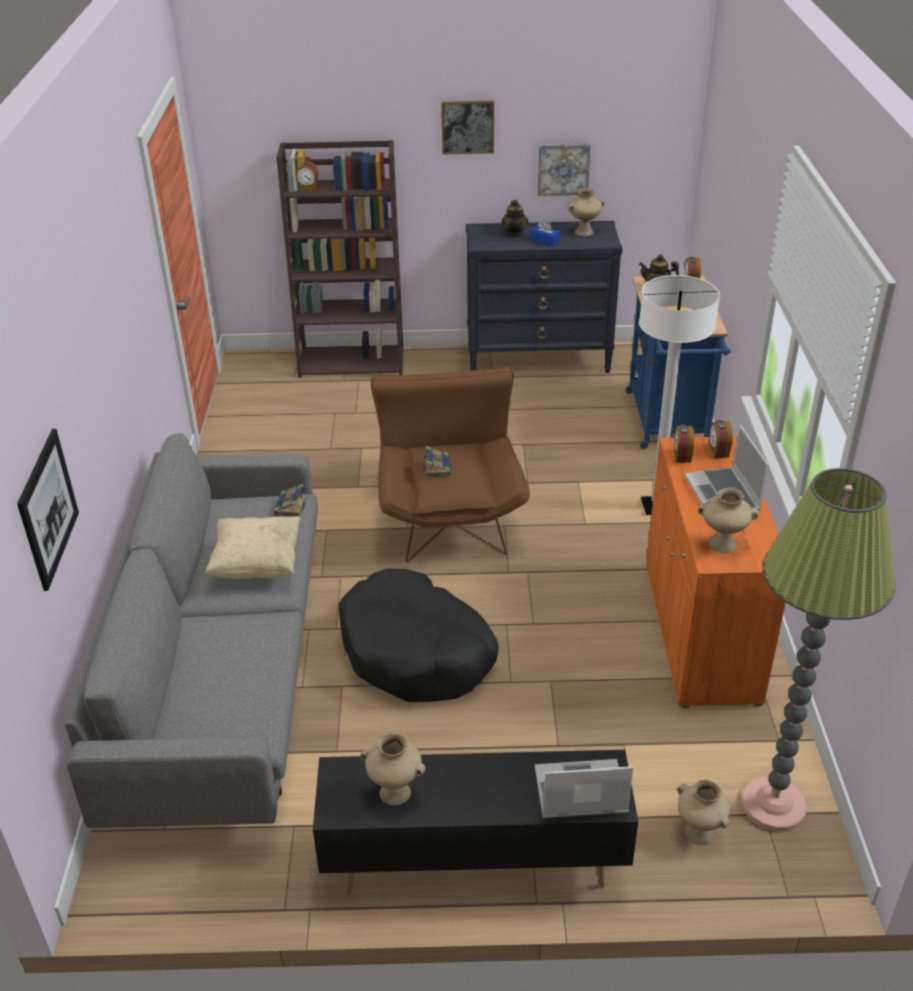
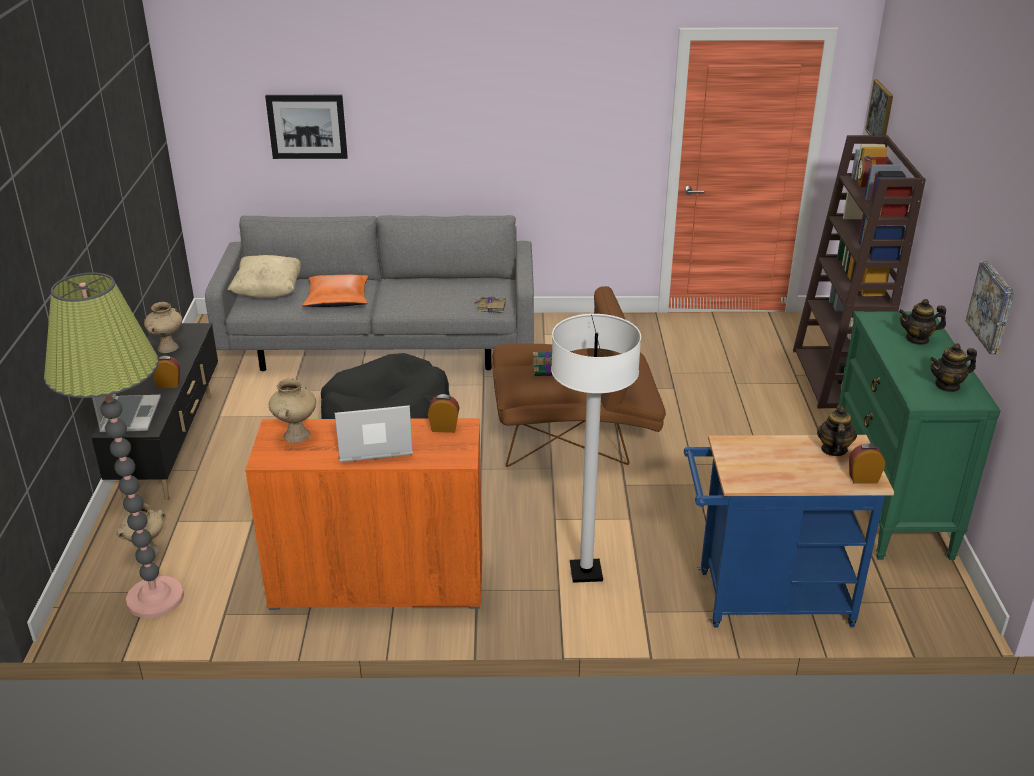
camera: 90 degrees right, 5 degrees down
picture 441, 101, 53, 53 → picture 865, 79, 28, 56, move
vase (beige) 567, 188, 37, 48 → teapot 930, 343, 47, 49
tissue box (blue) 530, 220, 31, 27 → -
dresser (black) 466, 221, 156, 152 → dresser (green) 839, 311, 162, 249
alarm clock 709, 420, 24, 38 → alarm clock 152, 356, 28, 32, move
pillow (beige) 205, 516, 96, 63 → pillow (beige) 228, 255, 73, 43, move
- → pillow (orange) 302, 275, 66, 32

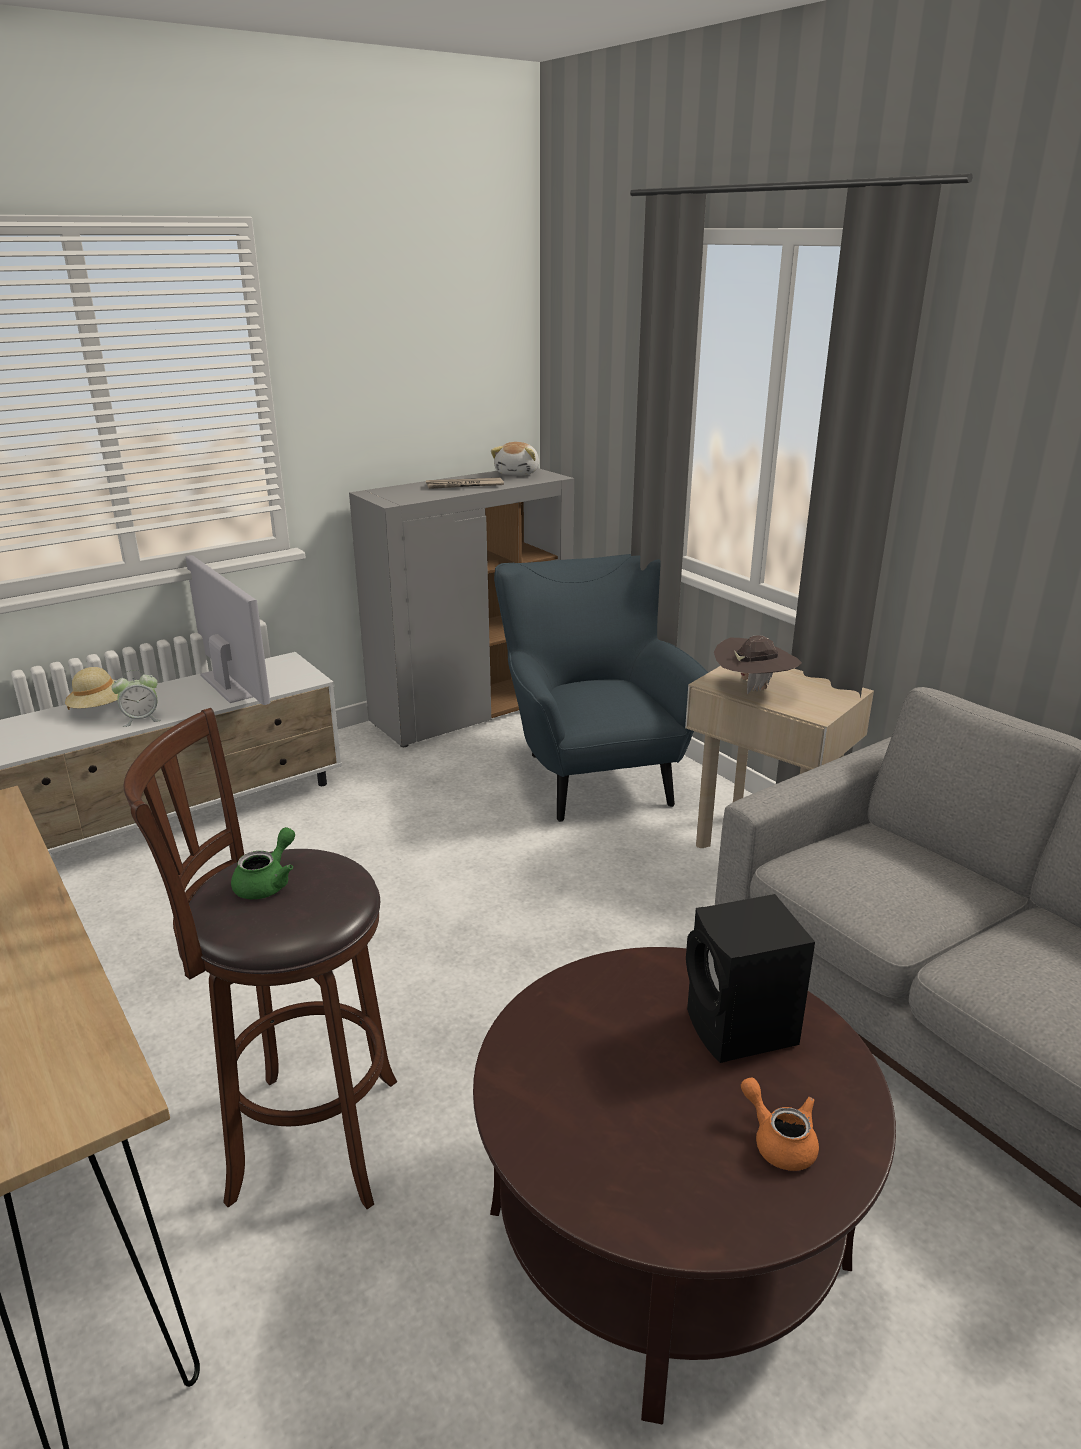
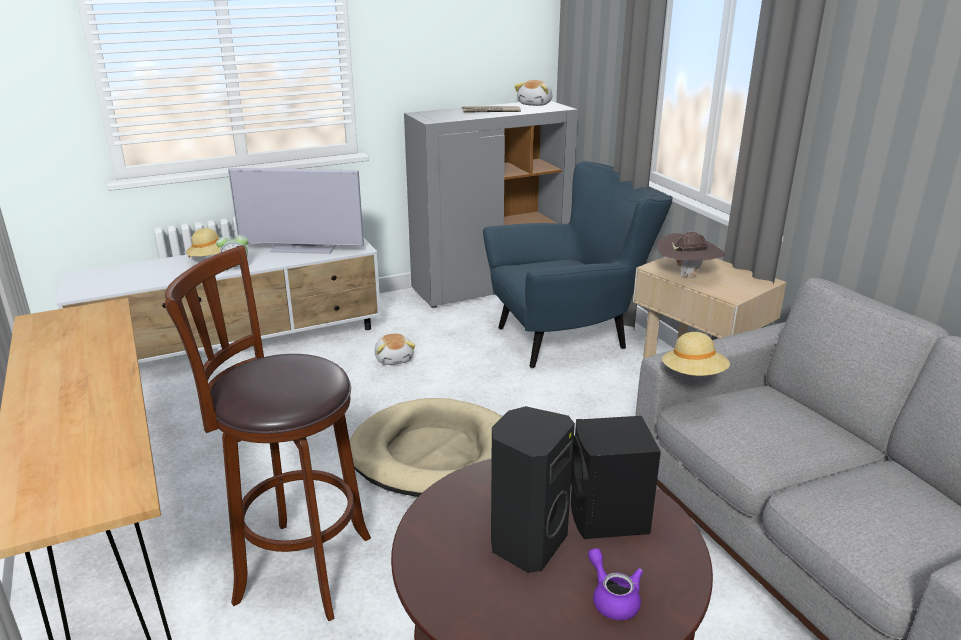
camera: 10 degrees right, 0 degrees up
armchair (blue) 494, 554, 214, 268 → armchair (blue) 483, 161, 190, 208, 75 degrees clockwise
television 186, 555, 84, 150 → television 228, 168, 136, 86, 120 degrees clockwise
teapot (green) 231, 827, 64, 72 → -
teapot (orange) 741, 1078, 78, 93 → teapot (purple) 588, 548, 55, 72
- → hat (beige) 662, 332, 68, 44
- → plush toy 374, 334, 42, 31
- → dog bed (beige) 349, 398, 154, 99
- → speaker (black) 491, 406, 84, 167

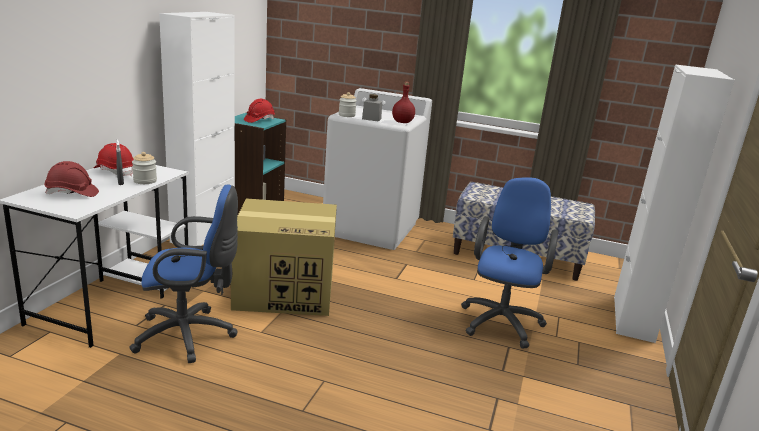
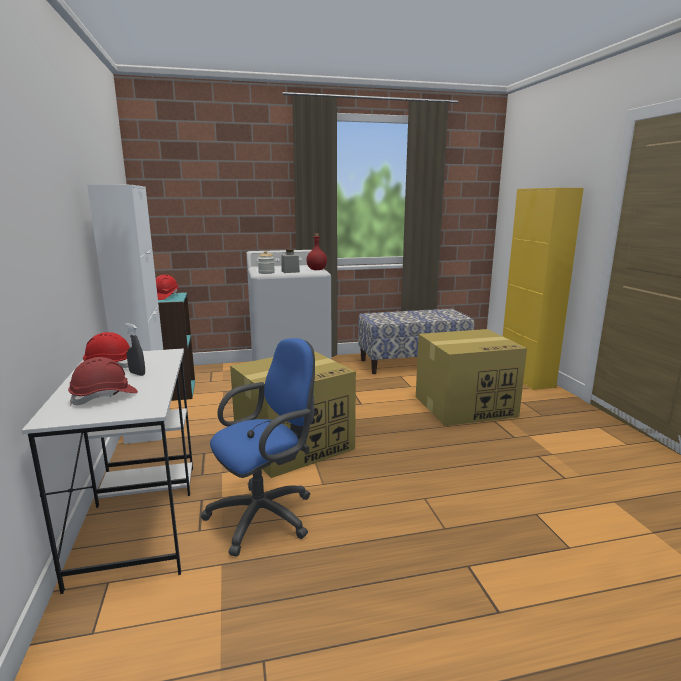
camera: 30 degrees left, 5 degrees down
cabinet (white) 614, 64, 121, 279 → cabinet (yellow) 503, 188, 81, 202
jar 132, 152, 25, 32 → -
office chair (blue) 461, 177, 97, 172 → cardboard box 416, 329, 111, 97

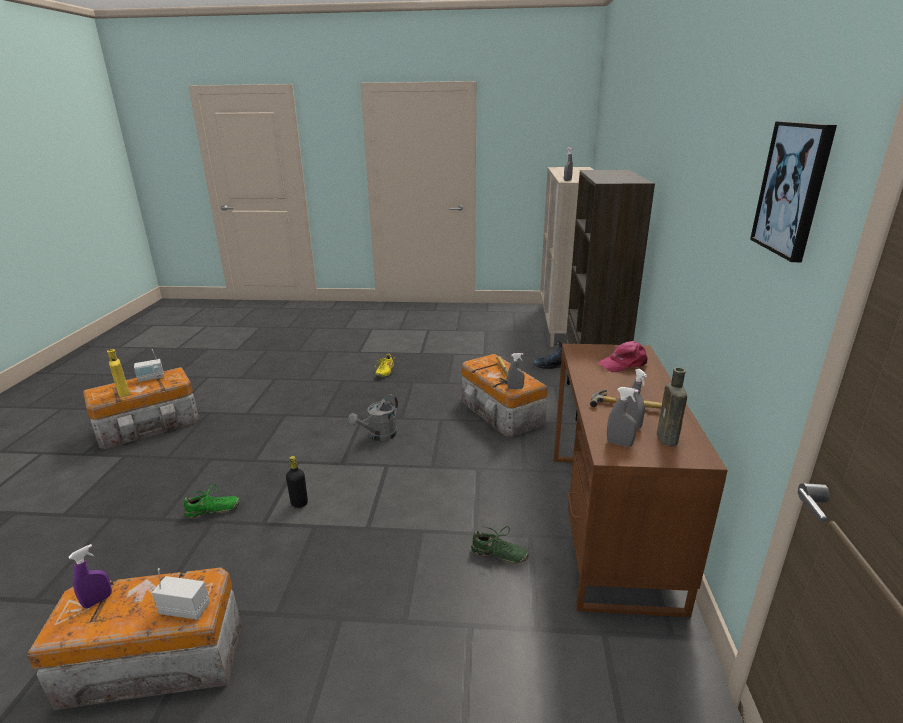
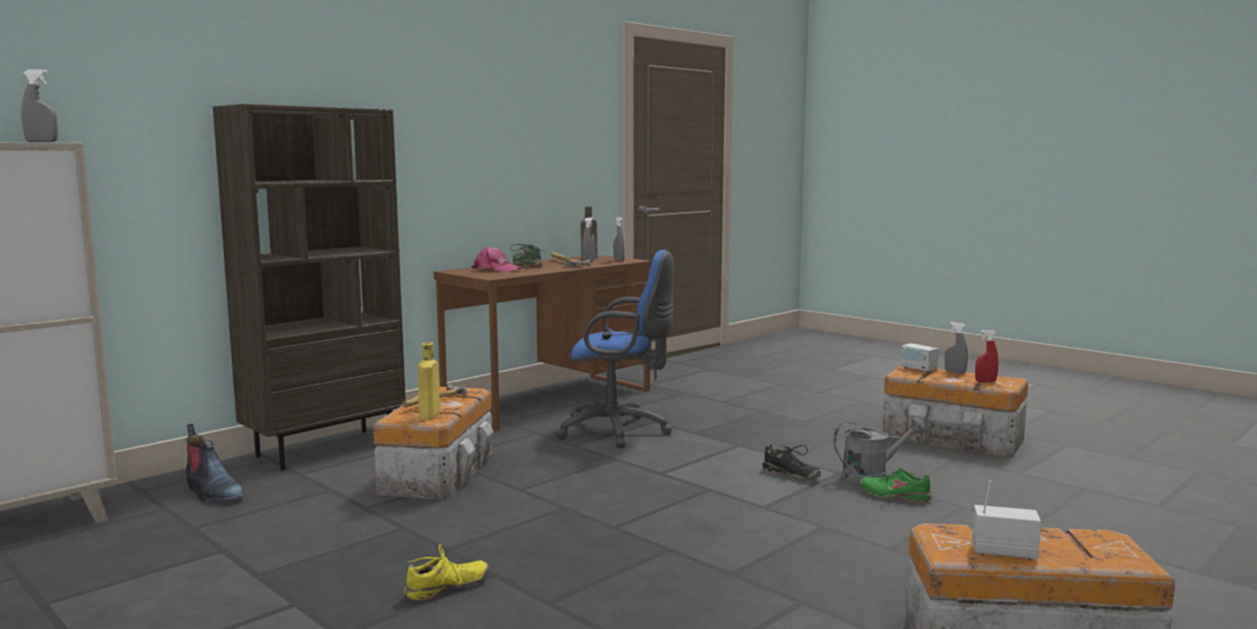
camera: 140 degrees left, 15 degrees down
picture 750, 121, 87, 141 → -
bottle (yellow) 107, 349, 23, 48 → bottle (yellow) 418, 342, 22, 78, move
spray bottle (grey) 507, 353, 18, 36 → spray bottle (grey) 945, 322, 23, 52, move
watering can (grey) 348, 395, 50, 46 → watering can (grey) 833, 417, 93, 67, move
bottle (black) 286, 456, 22, 52 → shoe (black) 763, 444, 58, 36
shoe (green) 471, 526, 58, 38 → shoe (green) 510, 244, 33, 23, move
spray bottle (purple) 69, 544, 43, 64 → spray bottle (red) 975, 330, 24, 52
- → office chair (blue) 555, 250, 119, 198

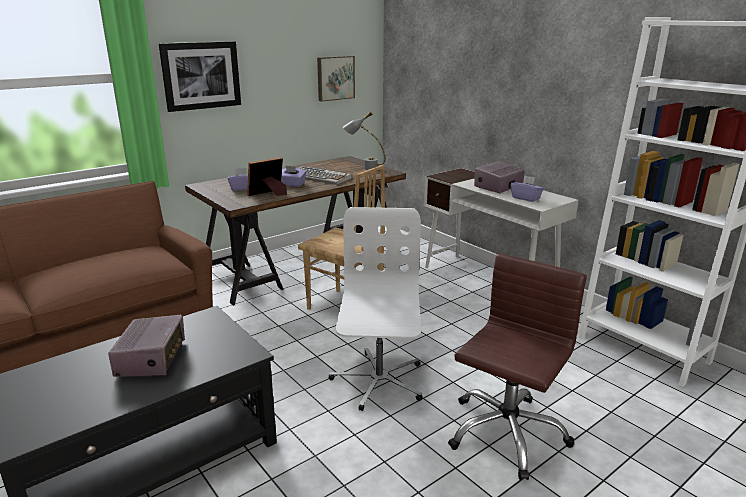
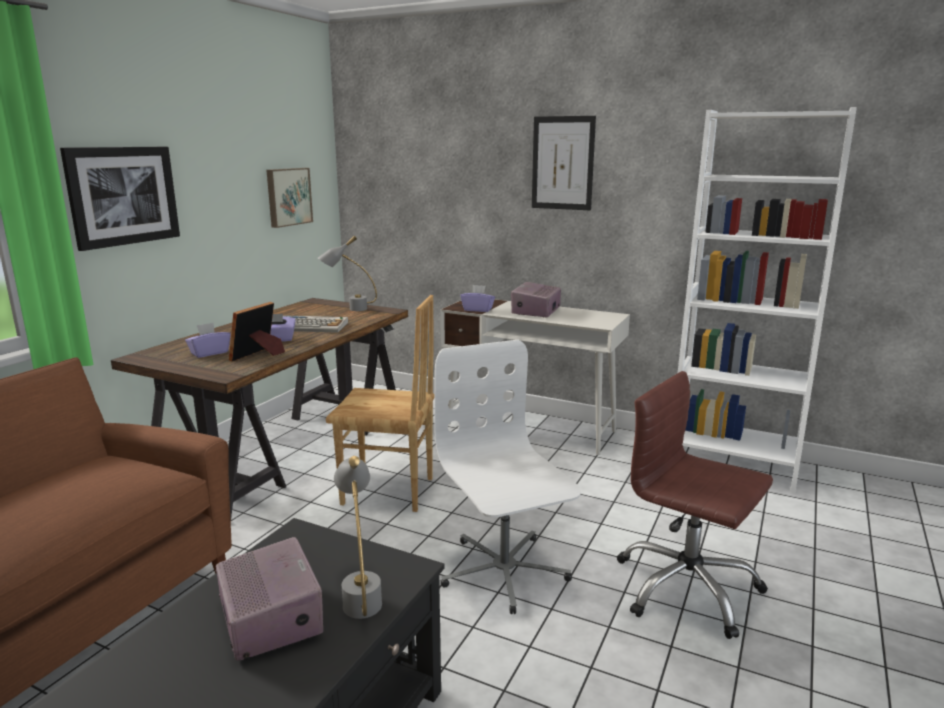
camera: 25 degrees left, 5 degrees down
tissue box (purple) 511, 175, 33, 27 → tissue box (purple) 461, 285, 34, 27, move
office chair (brown) 448, 253, 139, 227 → office chair (brown) 617, 371, 156, 268, 60 degrees counterclockwise
- → picture 532, 116, 64, 94
- → table lamp (grey) 334, 456, 48, 163

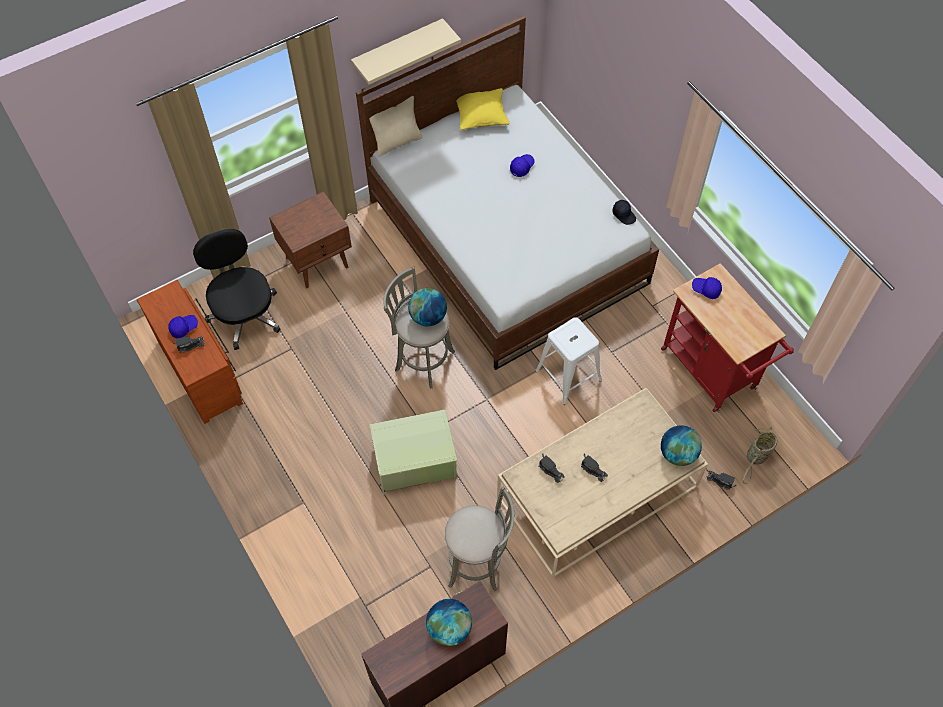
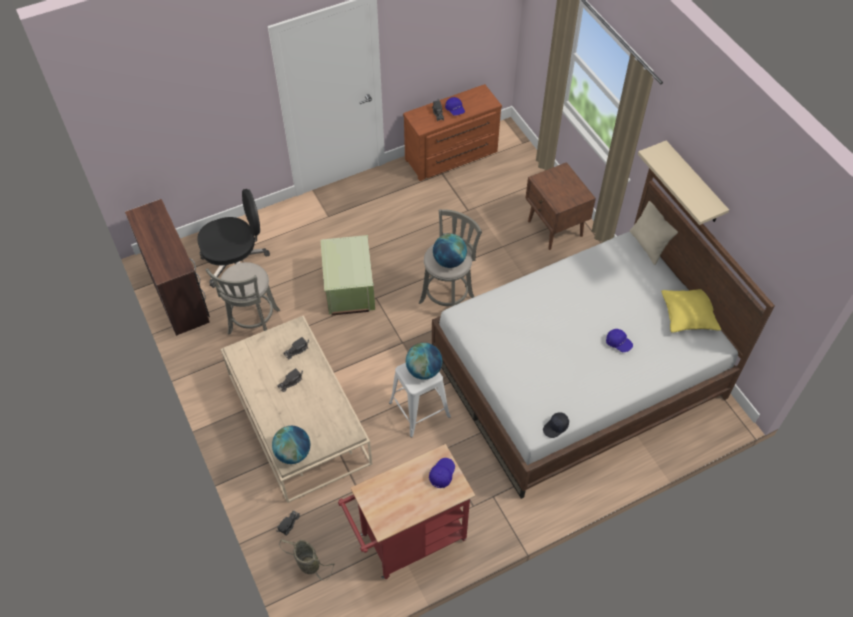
camera: 95 degrees right, 5 degrees down
office chair (black) 193, 228, 88, 122 → office chair (black) 197, 189, 73, 99, move
globe 426, 599, 46, 47 → globe 406, 343, 36, 37, move

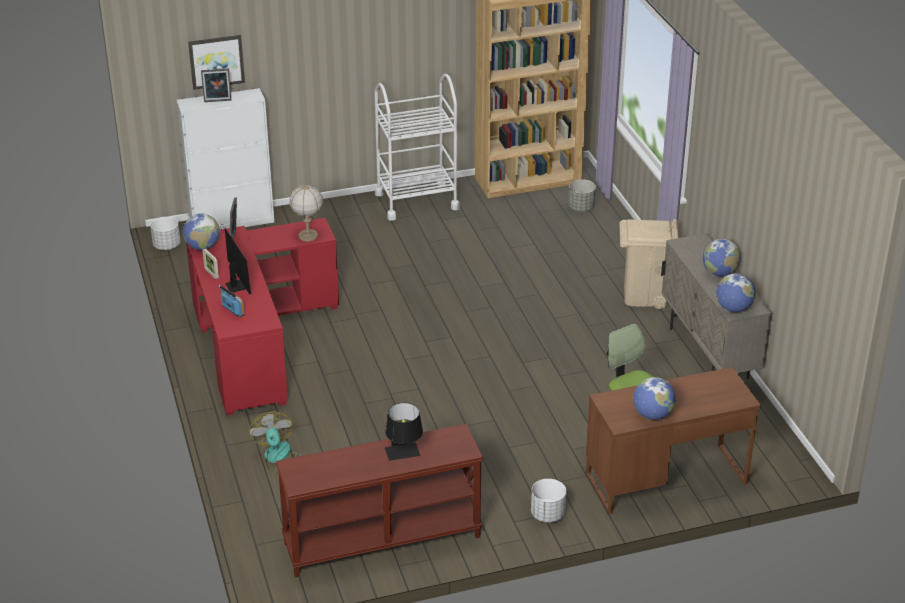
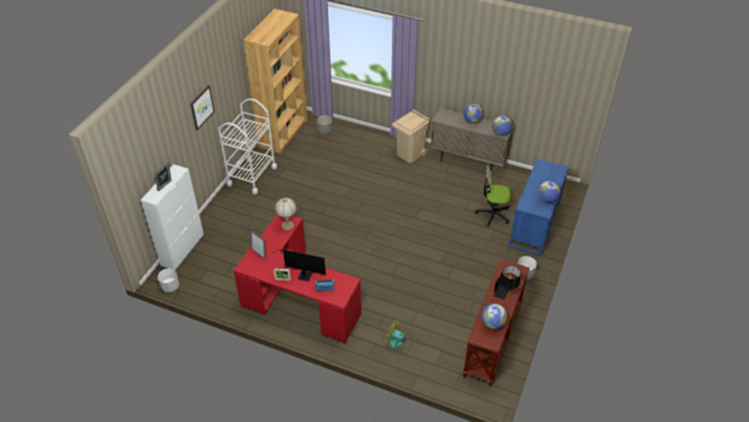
camera: 50 degrees left, 10 degrees up
picture 188, 35, 57, 55 → picture 190, 85, 25, 45, move
globe 183, 213, 37, 37 → globe 481, 303, 27, 26, move
desk (brown) 586, 367, 175, 147 → desk (blue) 509, 159, 60, 97

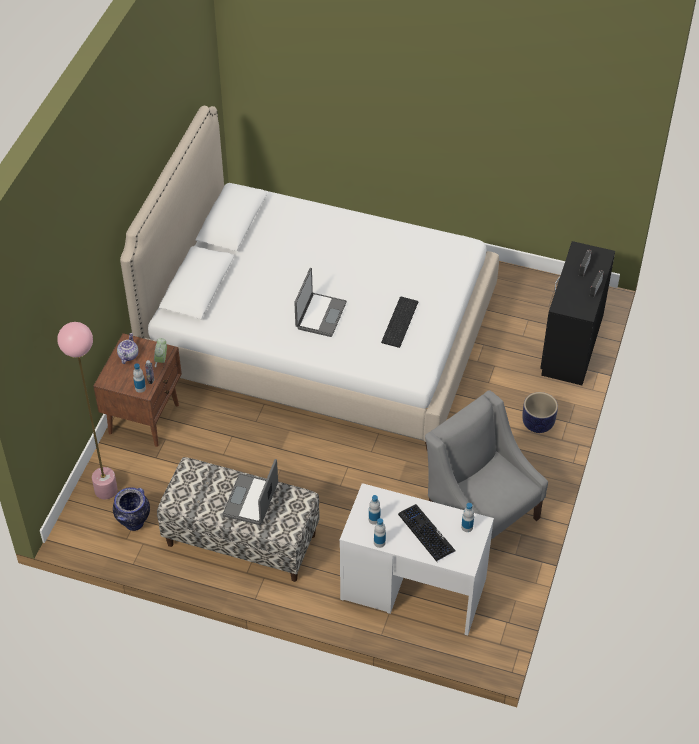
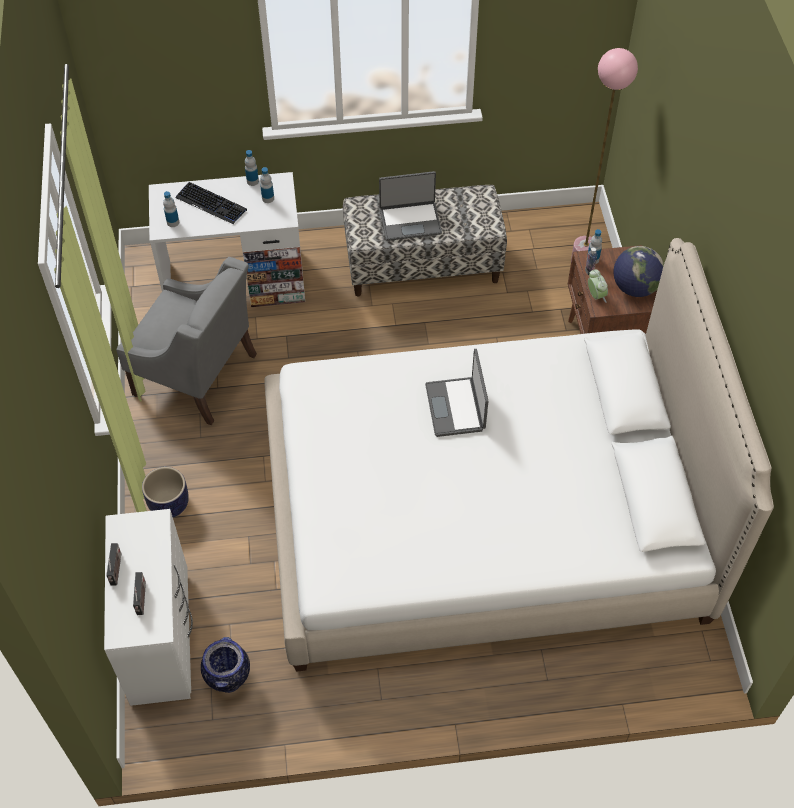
camera: 155 degrees right, 5 degrees up
dresser (black) 540, 241, 75, 144 → dresser (white) 104, 509, 89, 197
keyboard 381, 296, 38, 52 → -
teapot 117, 333, 21, 31 → globe 613, 246, 51, 51
laptop 223, 459, 55, 66 → laptop 379, 171, 63, 70, 90 degrees clockwise
vase 113, 487, 37, 44 → vase 201, 637, 49, 56, move

